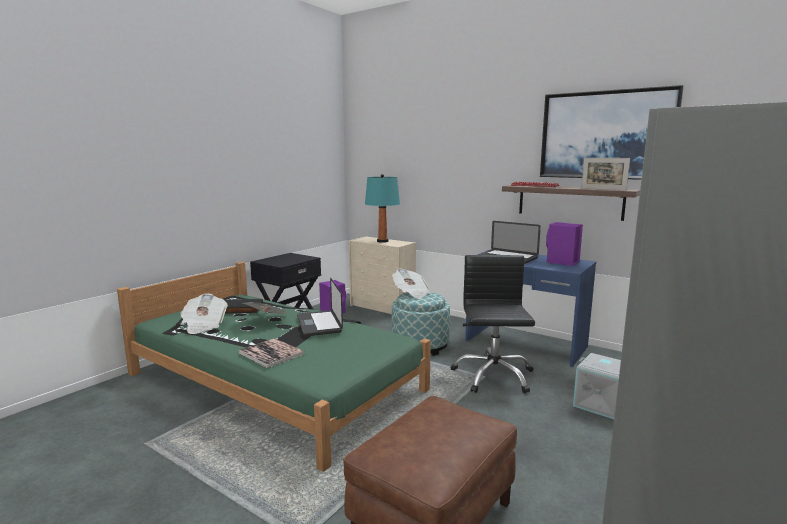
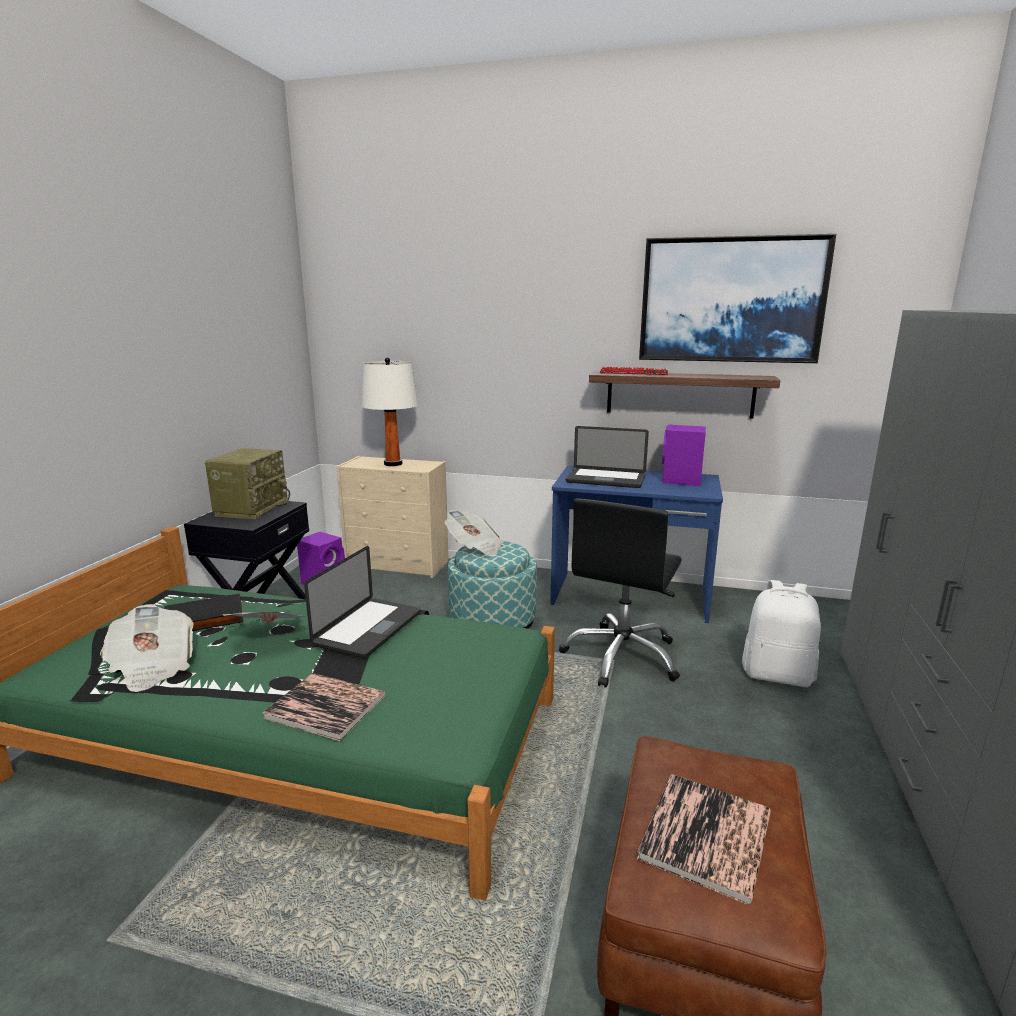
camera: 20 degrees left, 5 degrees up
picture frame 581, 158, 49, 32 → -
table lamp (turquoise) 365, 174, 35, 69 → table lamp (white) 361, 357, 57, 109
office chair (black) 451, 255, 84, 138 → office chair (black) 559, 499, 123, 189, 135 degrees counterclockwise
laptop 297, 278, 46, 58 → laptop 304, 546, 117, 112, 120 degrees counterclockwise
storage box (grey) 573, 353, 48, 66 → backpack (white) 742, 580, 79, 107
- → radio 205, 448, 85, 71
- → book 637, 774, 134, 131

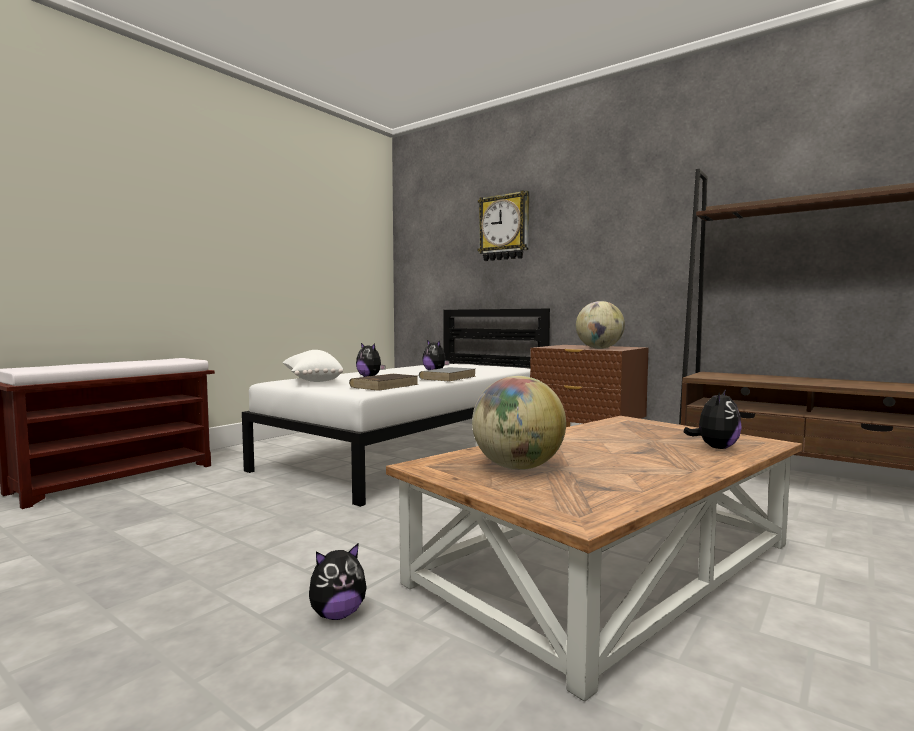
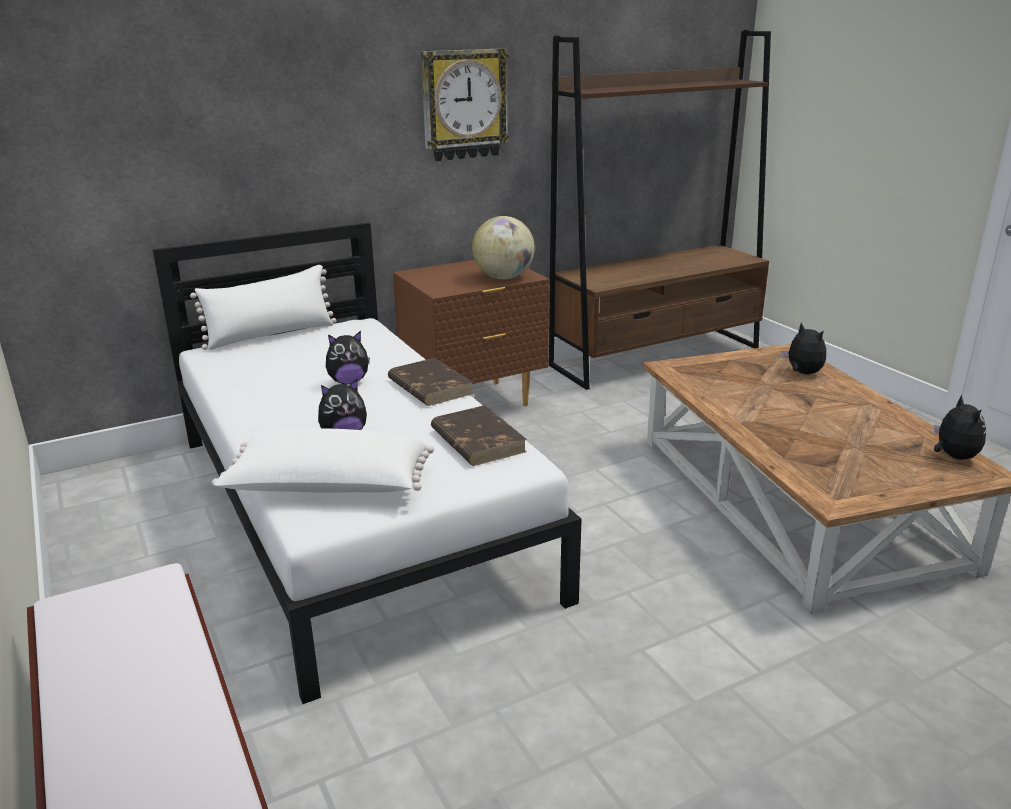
camera: 65 degrees left, 20 degrees up
wall clock 477, 190, 52, 71 → wall clock 421, 48, 89, 113, move
book (grey) 419, 367, 57, 14 → book (brown) 388, 358, 86, 48
globe 472, 376, 94, 94 → -
plush toy 309, 544, 58, 76 → plush toy 932, 395, 54, 65, move
- → pillow (white) 190, 265, 146, 85

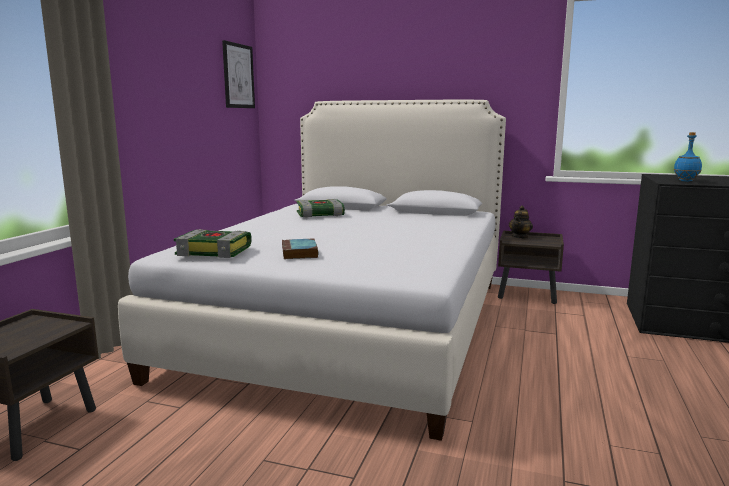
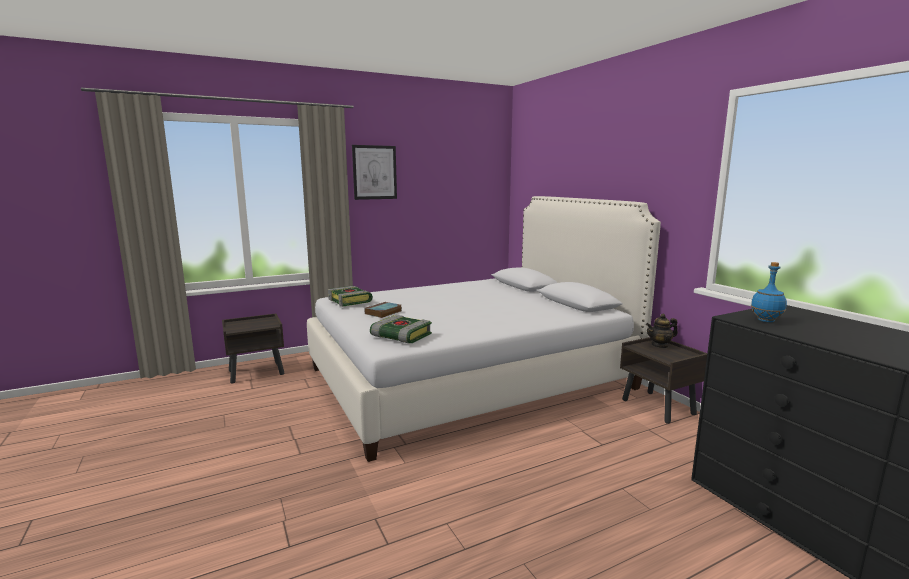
camera: 45 degrees right, 0 degrees up
picture 222, 40, 33, 68 → picture 352, 145, 45, 55, move
book 297, 199, 48, 19 → book 370, 315, 62, 29, move

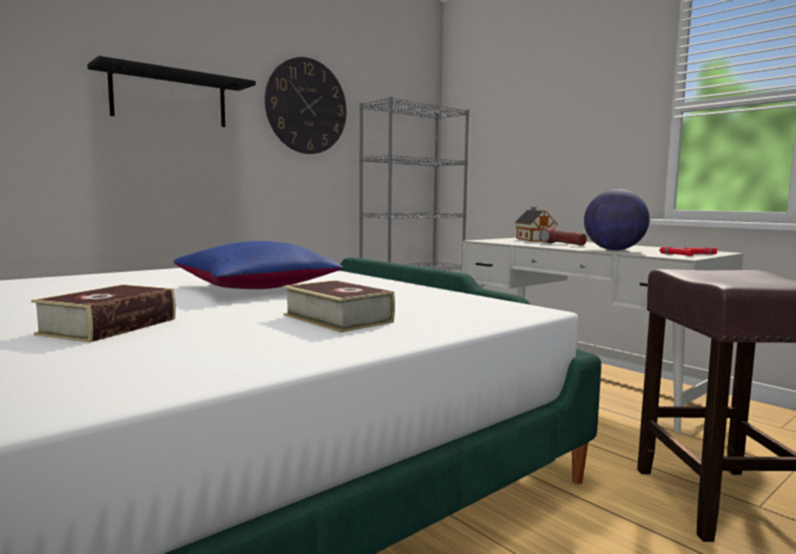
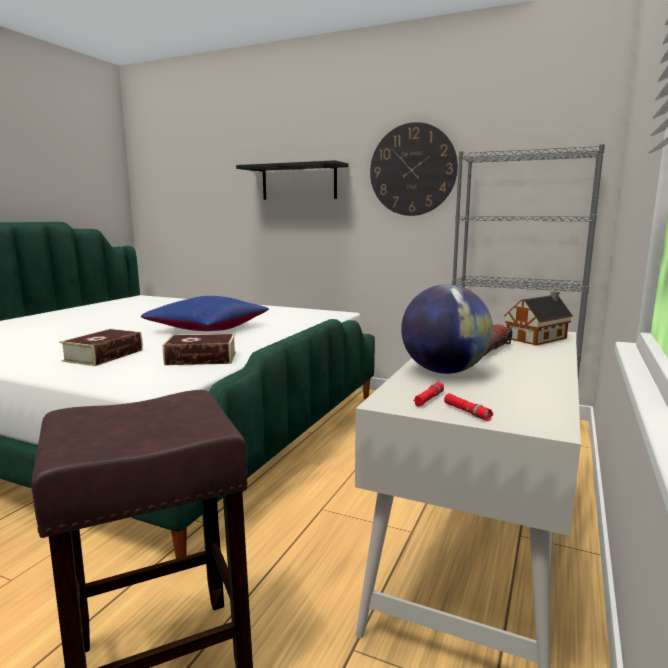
camera: 65 degrees right, 5 degrees up
book 31, 284, 145, 58 → book 163, 334, 73, 31, move

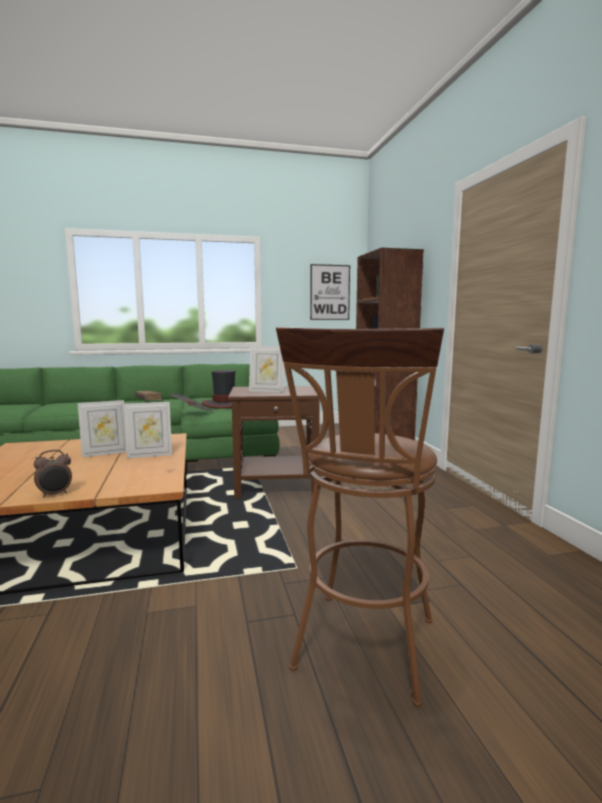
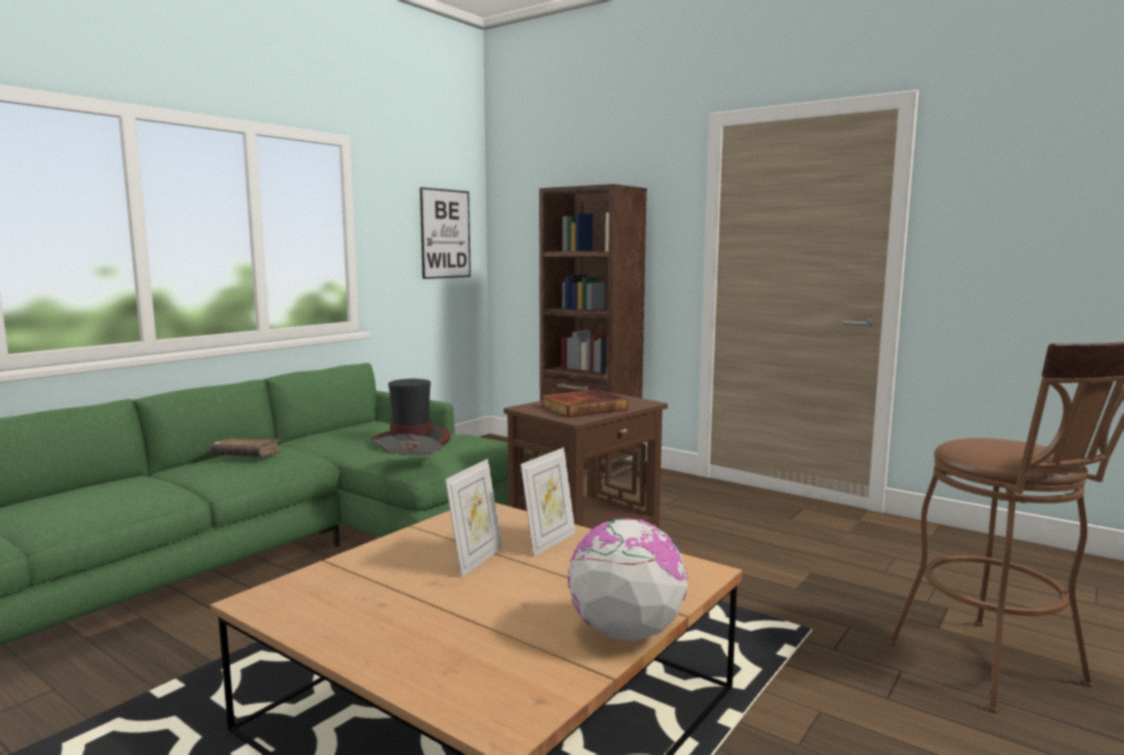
camera: 40 degrees left, 0 degrees up
picture frame 249, 346, 36, 46 → book 541, 390, 87, 27
alarm clock 34, 450, 38, 48 → globe 567, 518, 121, 123

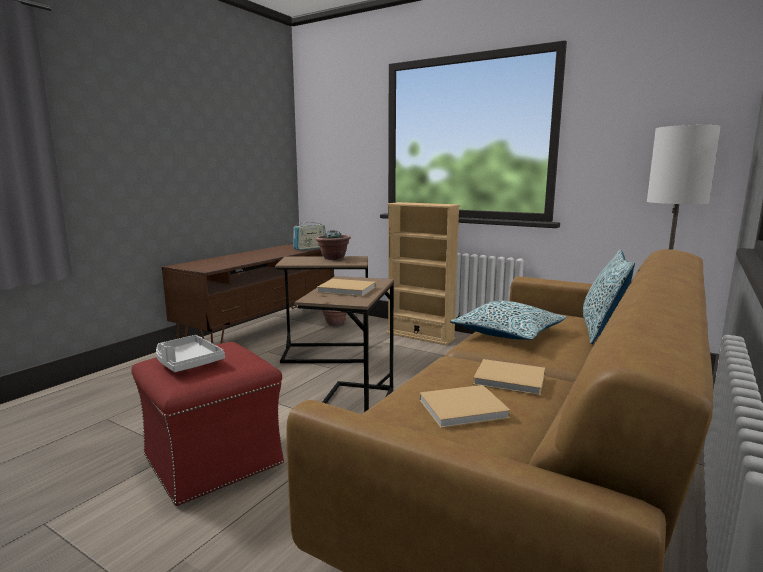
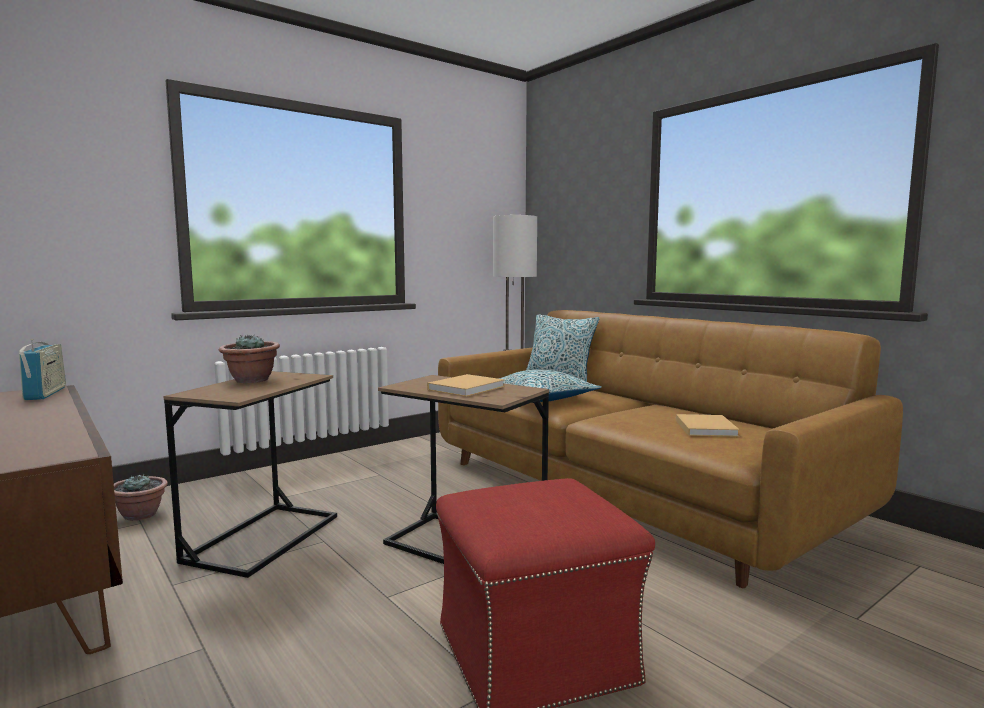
camera: 70 degrees left, 5 degrees down
bookcase (beige) 387, 202, 73, 143 → -
tray (grey) 156, 335, 69, 37 → -
book (beige) 473, 359, 72, 37 → -

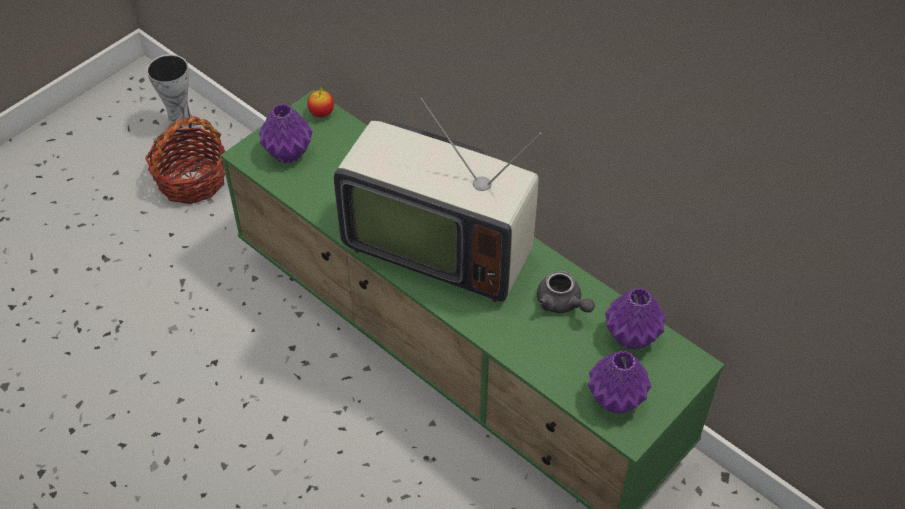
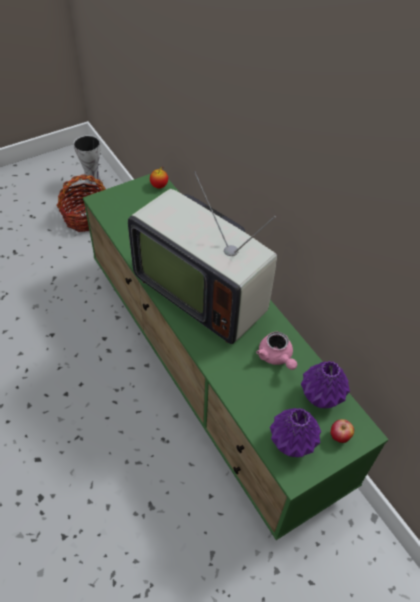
camera: 15 degrees right, 0 degrees up
vase (purple) 259, 104, 54, 59 → -
teapot (grey) 537, 270, 58, 43 → teapot (pink) 256, 332, 41, 38
- → apple 330, 419, 24, 24

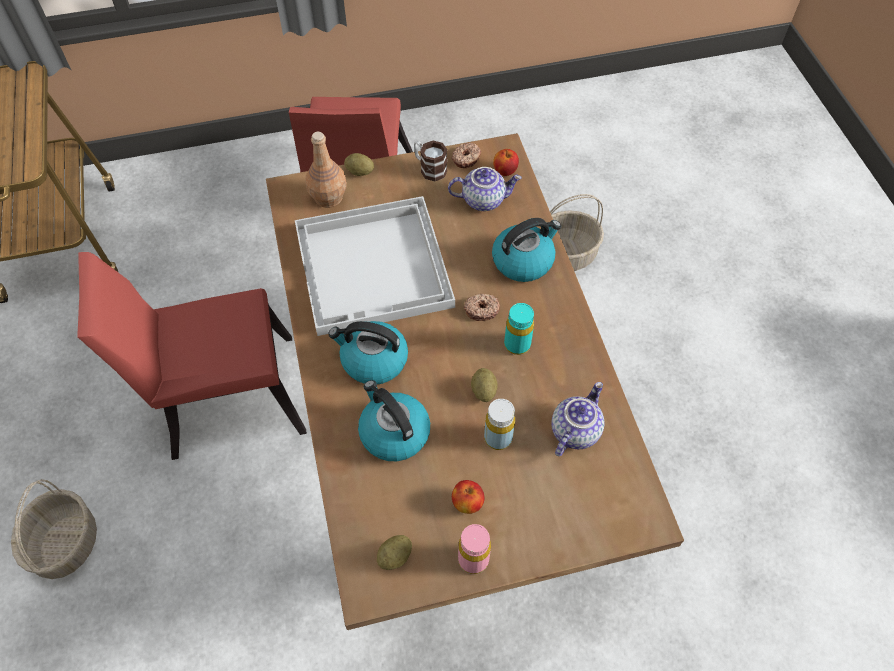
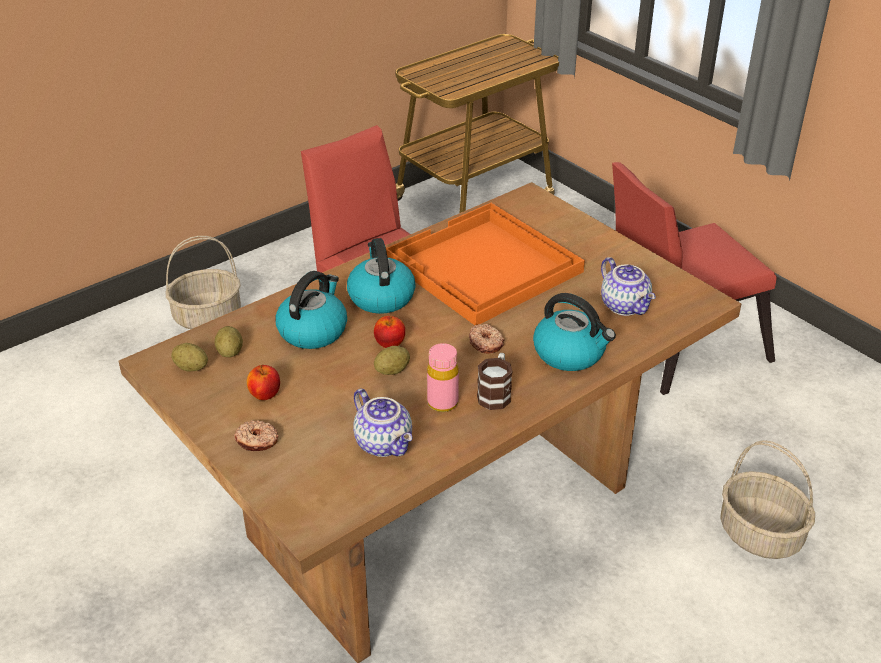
camera: 65 degrees right, 20 degrees down
bottle (brown) 305, 132, 42, 76 → -
mug 414, 141, 33, 40 → mug 477, 353, 36, 57, move
donut 452, 143, 29, 25 → donut 234, 420, 44, 31, move
apple 493, 149, 26, 27 → apple 374, 316, 31, 32, move
potato 344, 153, 30, 23 → potato 214, 326, 29, 31, move
tray (white) 295, 196, 160, 140 → tray (orange) 386, 203, 199, 122
bottle (turquoise) 504, 303, 30, 52 → -
teapot 552, 382, 52, 74 → teapot 353, 389, 59, 68, 45 degrees clockwise
bottle (yellow) 484, 399, 31, 51 → -
bottle (pink) 458, 524, 33, 50 → bottle (pink) 427, 343, 32, 69, move

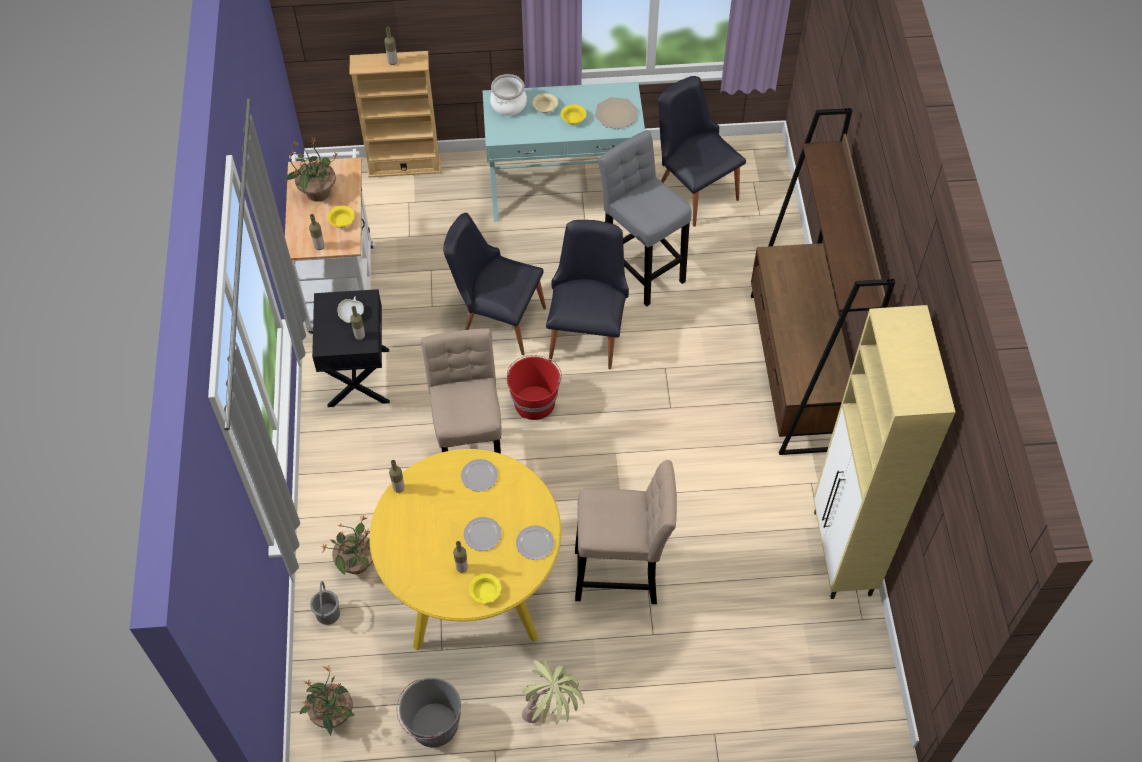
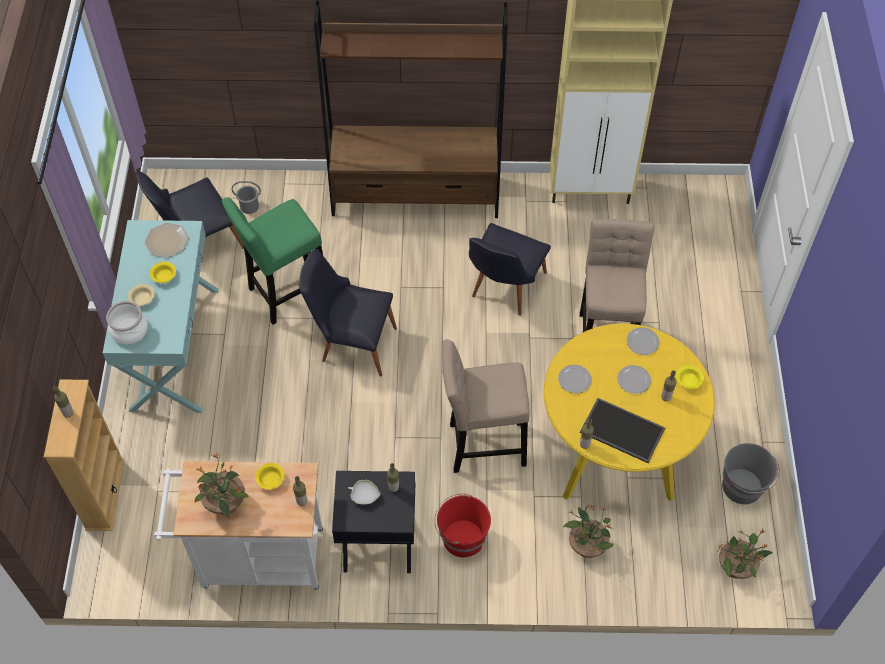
camera: 85 degrees left, 0 degrees up
stool (grey) 598, 130, 94, 176 → stool (green) 222, 198, 101, 127
chair (black) 443, 213, 103, 142 → chair (black) 469, 223, 82, 93, move
bucket (red) 507, 355, 55, 65 → bucket (red) 434, 494, 57, 63, move
bucket (grey) 310, 581, 30, 44 → bucket (grey) 232, 181, 29, 33, move
potted plant 522, 659, 63, 65 → -
- → tray 580, 398, 85, 65

